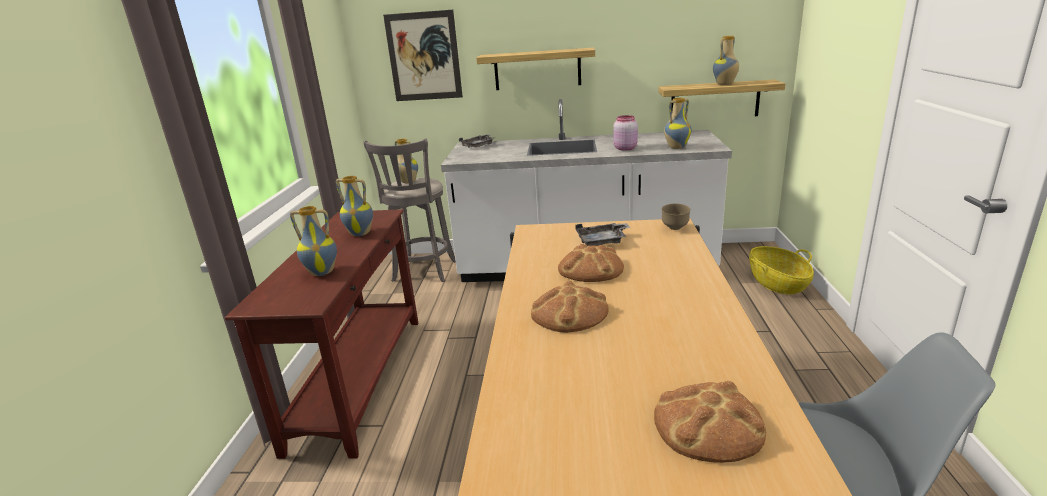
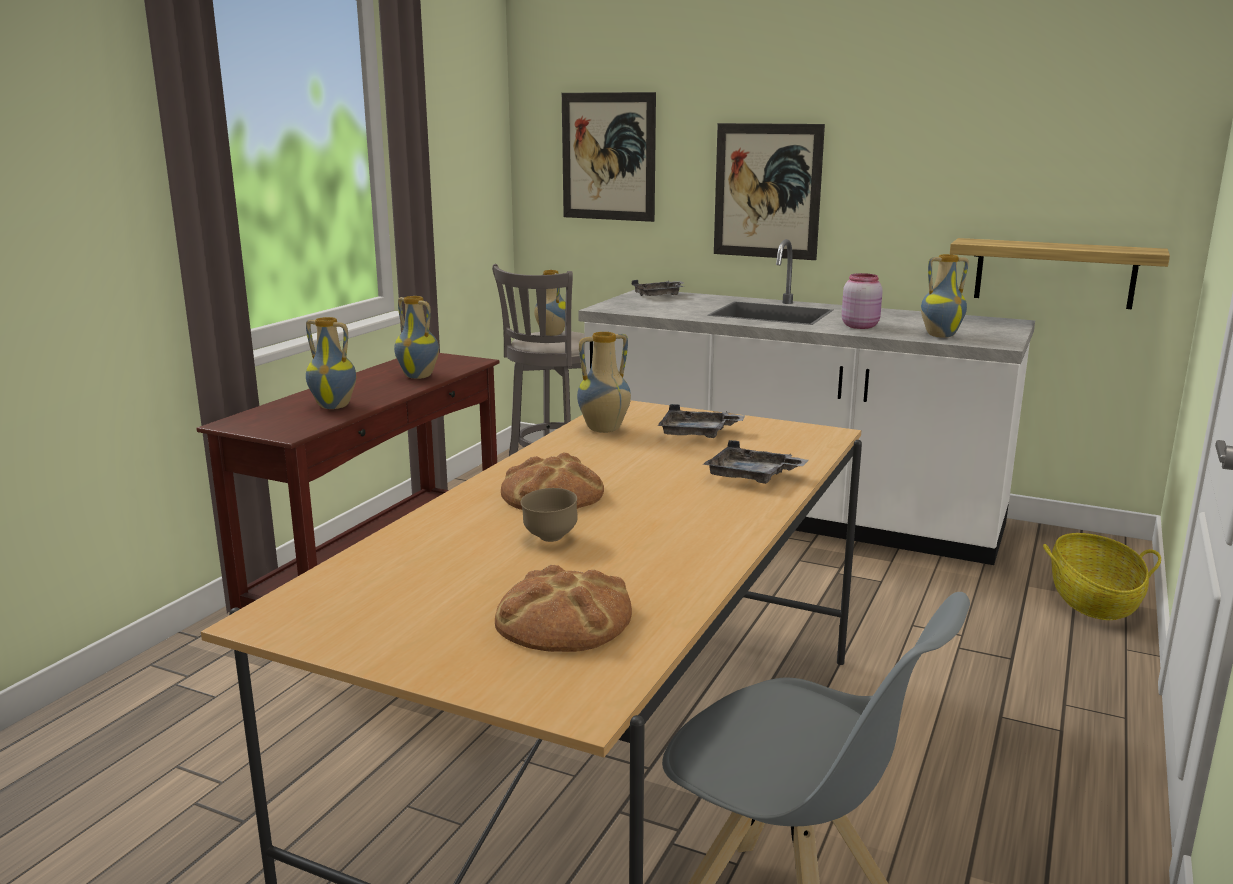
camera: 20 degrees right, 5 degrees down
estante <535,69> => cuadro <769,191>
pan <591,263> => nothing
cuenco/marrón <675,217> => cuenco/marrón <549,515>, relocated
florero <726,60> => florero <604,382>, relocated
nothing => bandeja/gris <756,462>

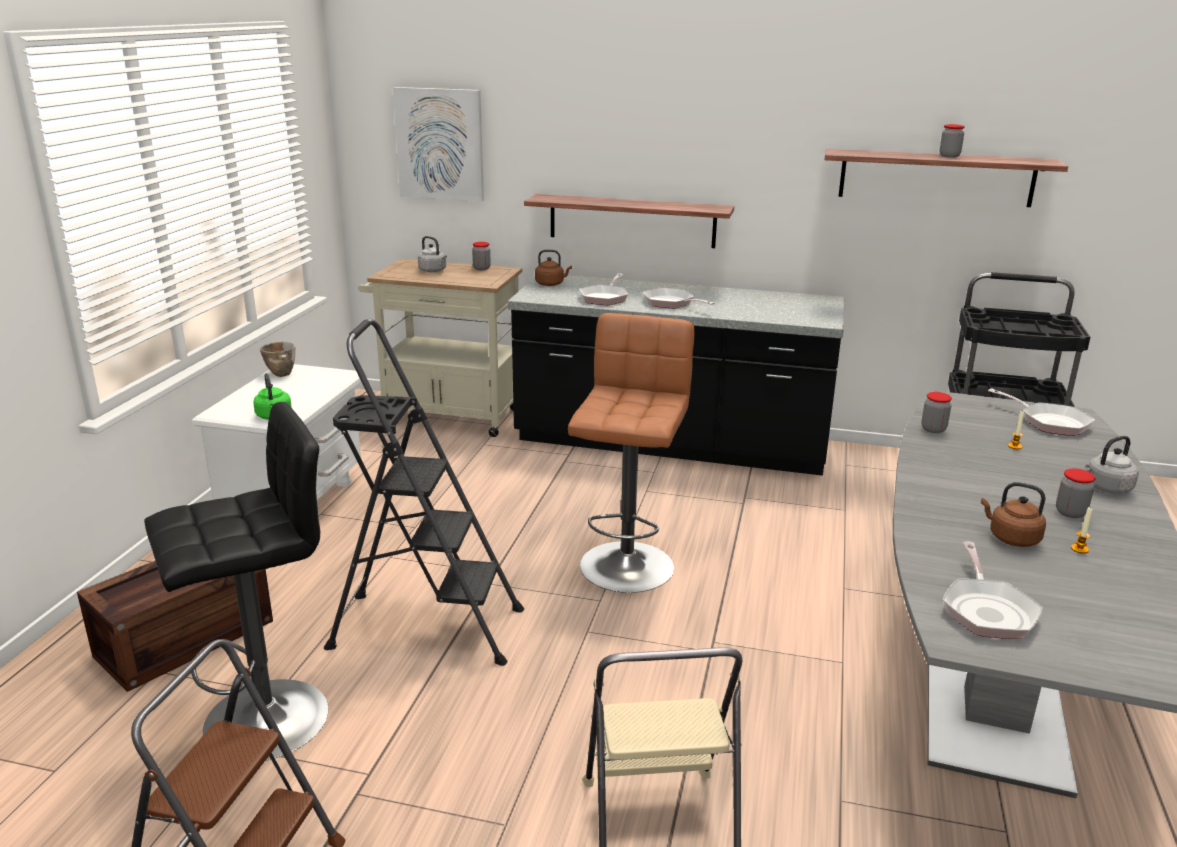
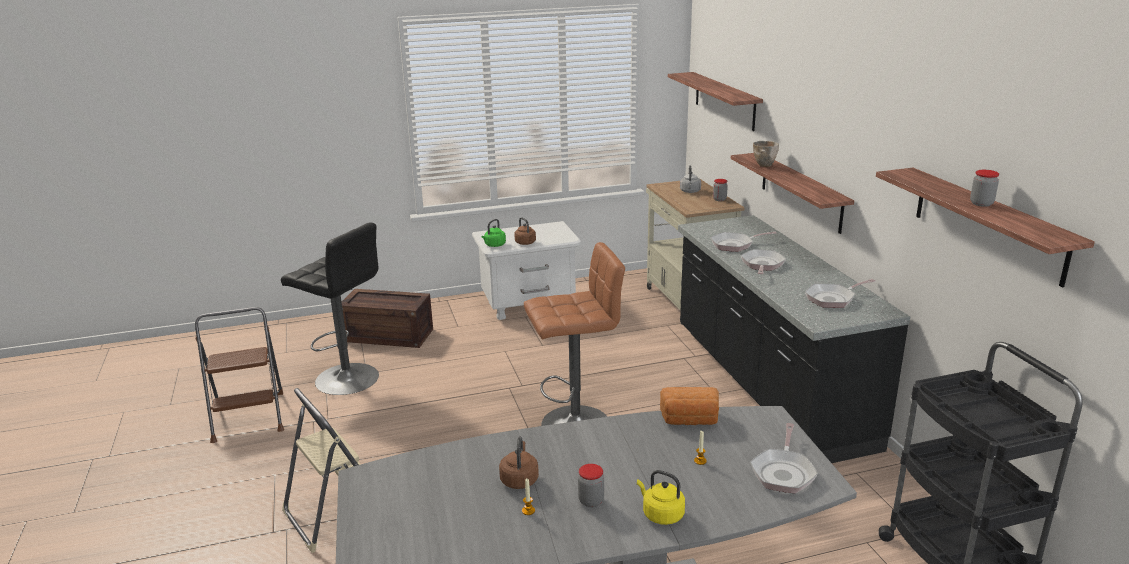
camera: 60 degrees right, 0 degrees up
cuenco <278,359> => cuenco <766,154>, relocated
escalera de tijera <424,492> => nothing
cuadro <438,144> => estante <715,101>
hervidor/marrón <553,267> => hervidor/marrón <525,231>, relocated
tarro <937,412> => pan <689,406>
sartén <992,590> => sartén <840,293>, relocated
hervidor/gris <1112,465> => hervidor/amarillo <661,497>

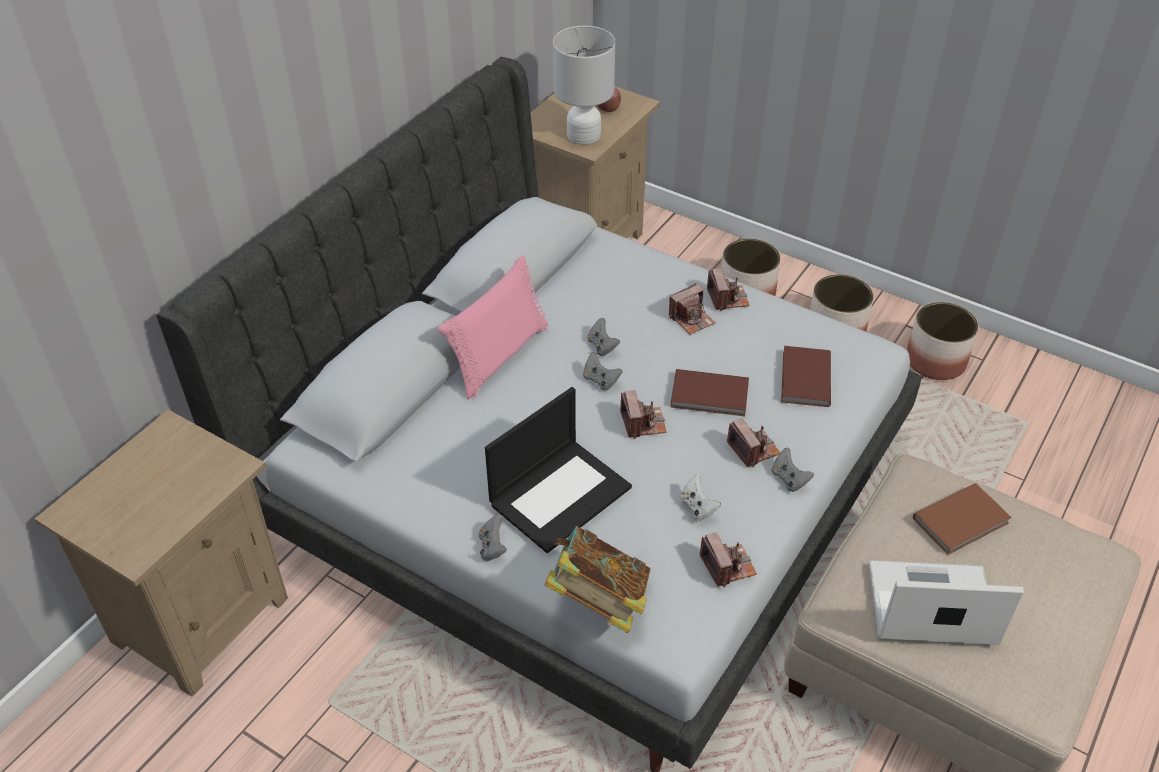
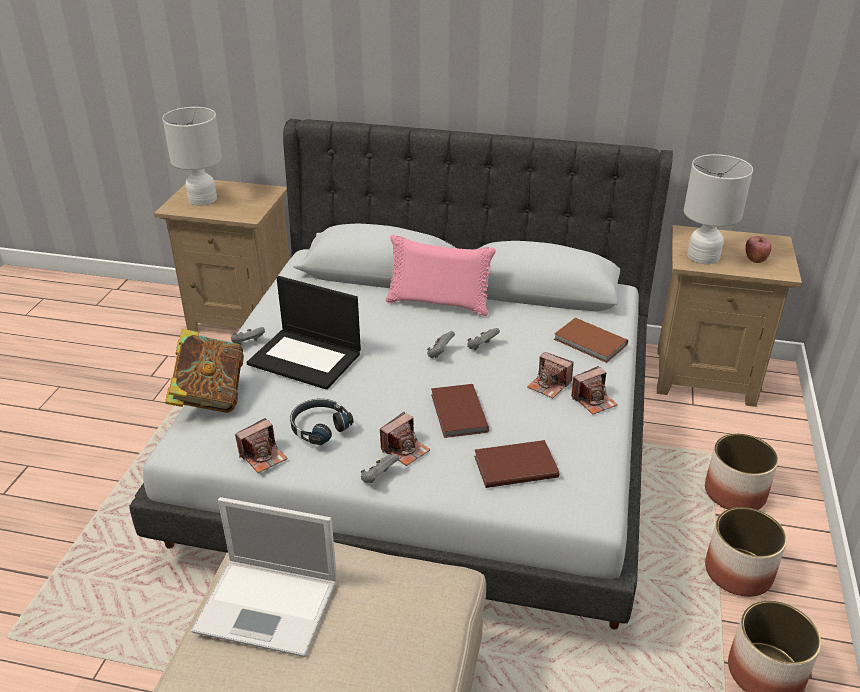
camera: 70 degrees right, 10 degrees down
cámara <643,414> => nothing
mando de consola/blanco <700,498> => auriculares/negro <322,422>
portátil <946,602> => portátil <264,577>, 120 degrees clockwise
libro/marrón <962,519> => libro/marrón <591,340>, relocated
nothing => lámpara de mesa/gris <192,156>

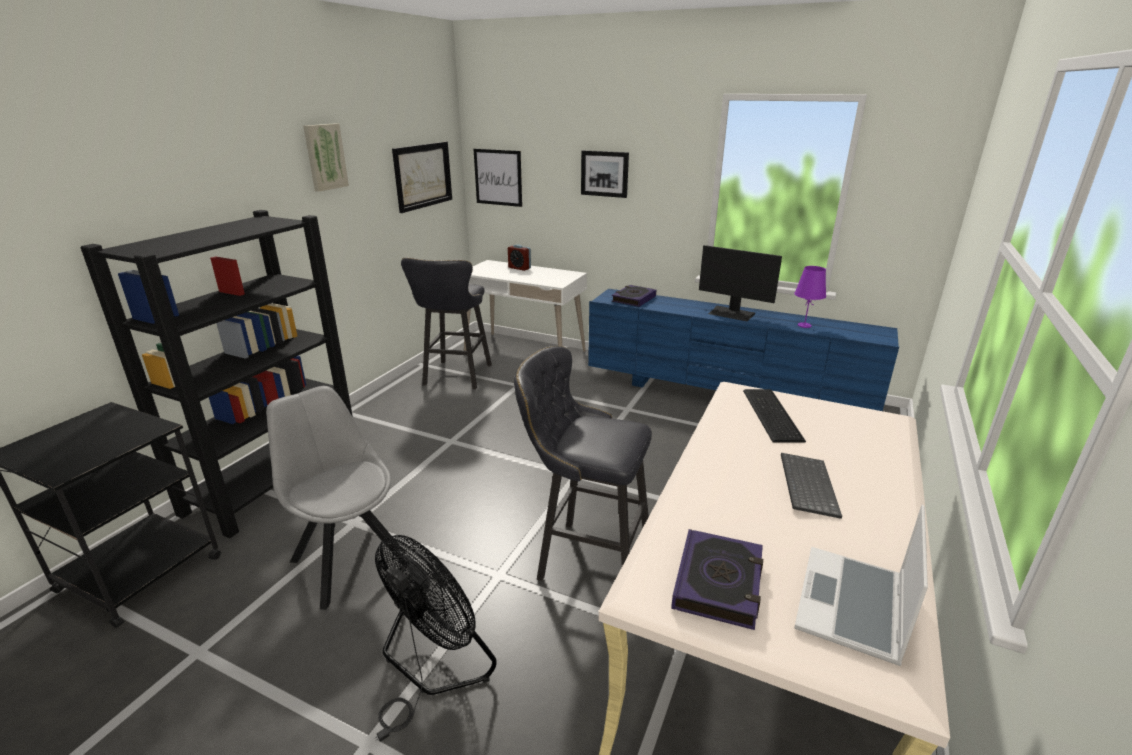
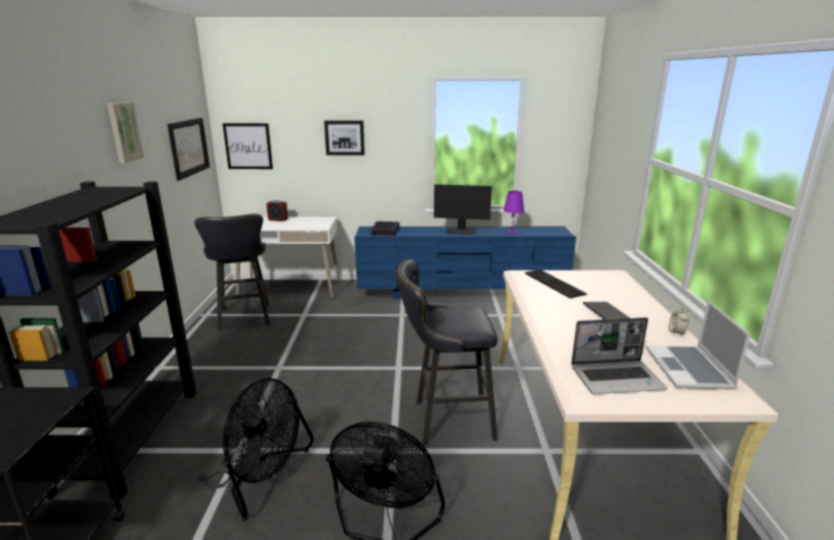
camera: 25 degrees left, 5 degrees down
silla/gris <337,498> => ventilador/negro <256,449>
libro <717,579> => portátil <619,356>
nothing => despertador <679,321>

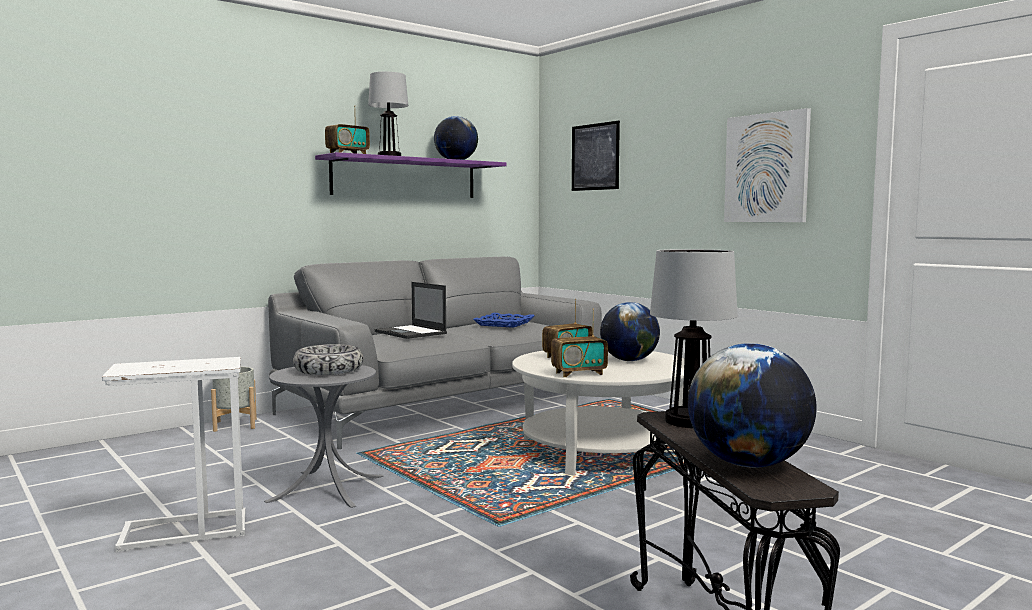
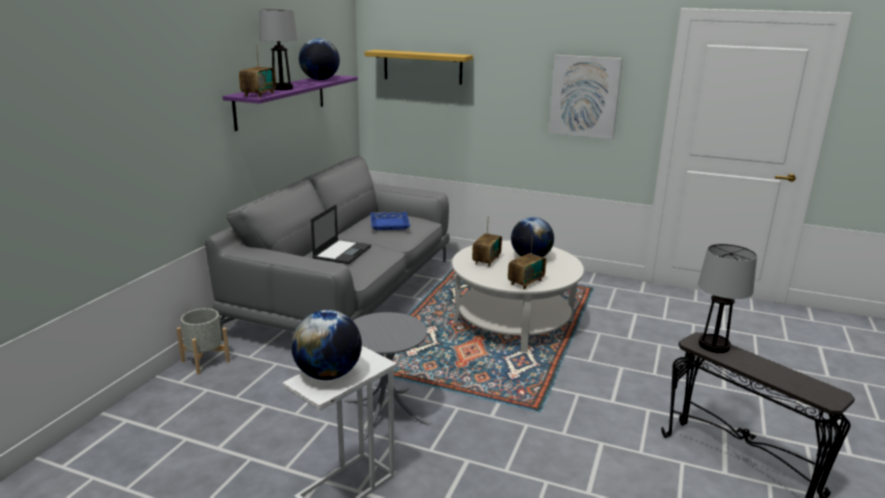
camera: 30 degrees left, 15 degrees up
cuenco <328,359> => nothing
portátil <411,310> => portátil <341,234>, 90 degrees counterclockwise
cuadro <596,156> => estante <418,67>
globo terráqueo <752,405> => globo terráqueo <326,345>, relocated

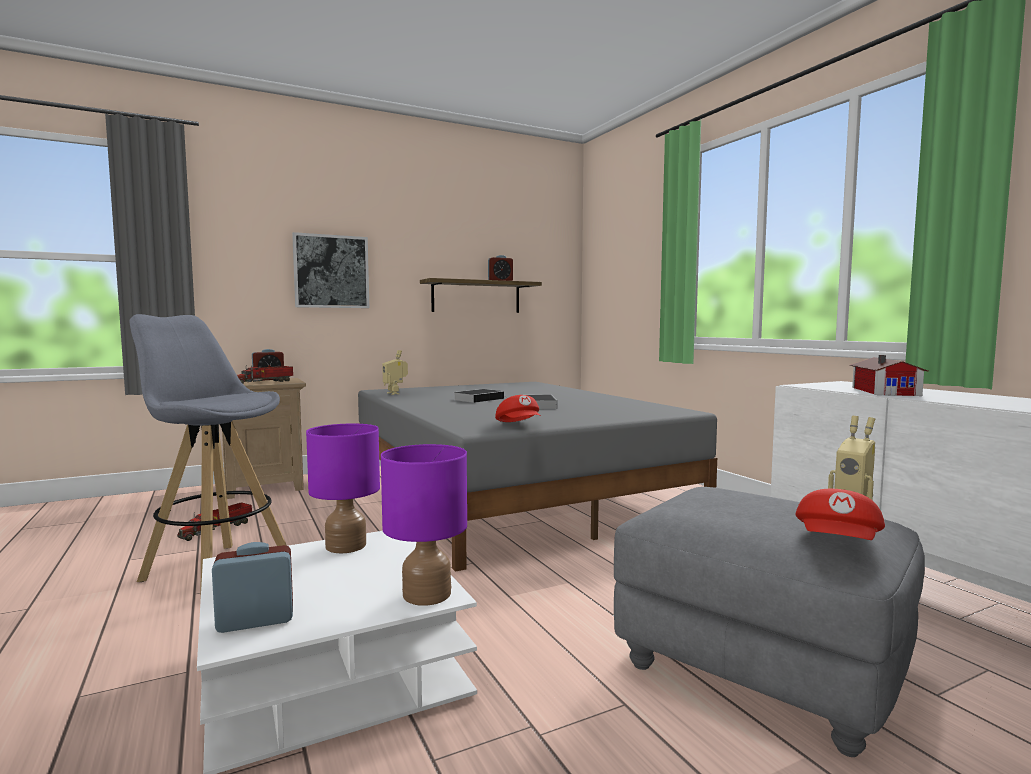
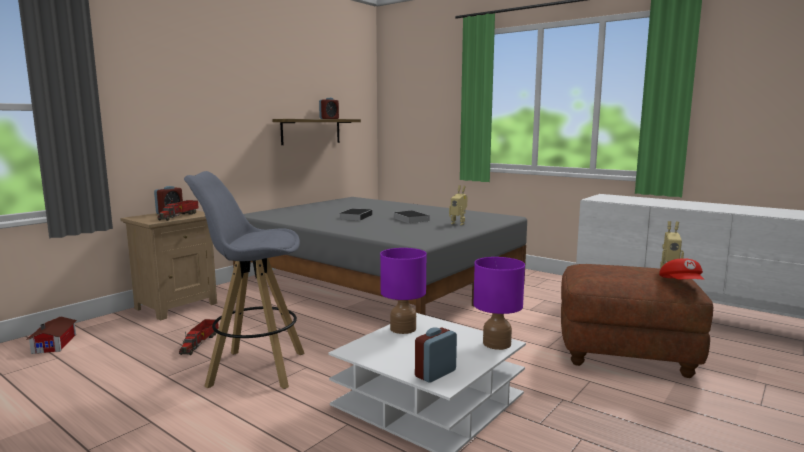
camera: 25 degrees left, 5 degrees up
cuadro <330,270> => nothing
robot de juguete <395,372> => robot de juguete <458,205>, relocated
gorra/rojo <518,408> => nothing
puf/gris <769,622> => puf/marrón <637,321>
casita <889,375> => casita <51,335>, relocated

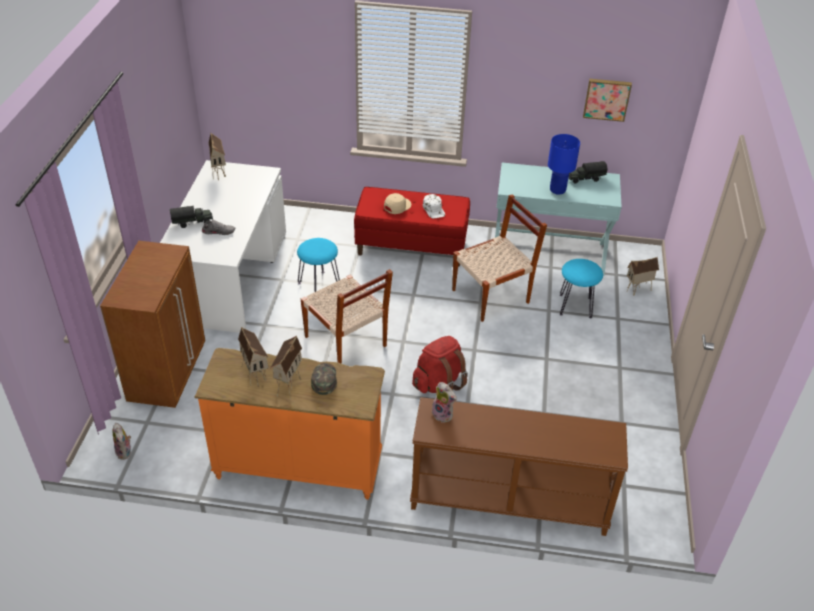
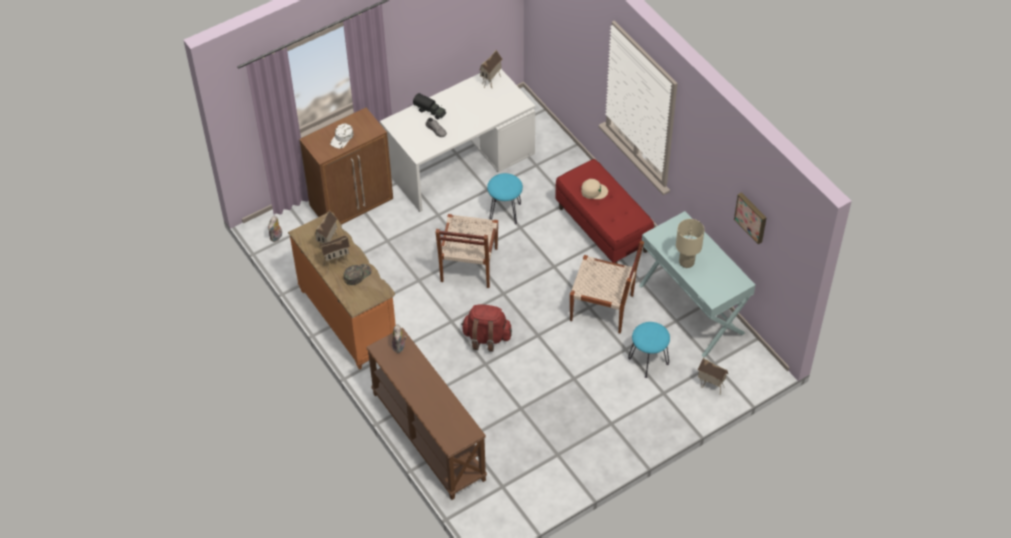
camera: 50 degrees right, 10 degrees up
gorra/blanco <434,206> => gorra/blanco <341,136>, relocated
lámpara de mesa/azul <564,164> => lámpara de mesa/beis <690,243>
camión de juguete <588,172> => nothing

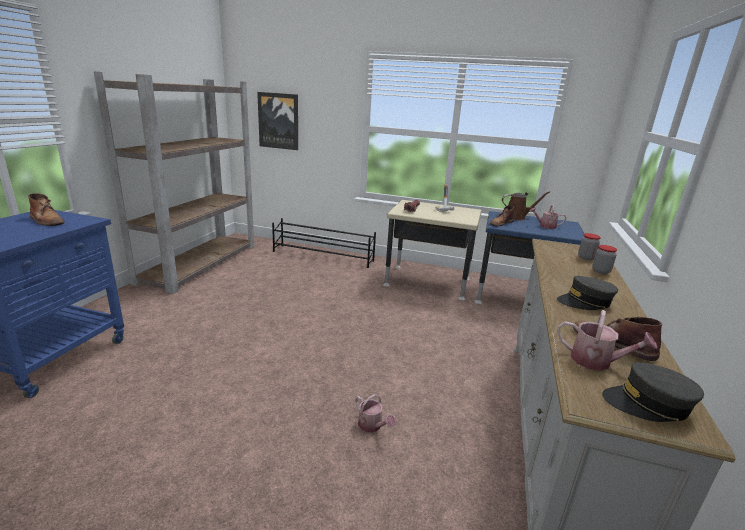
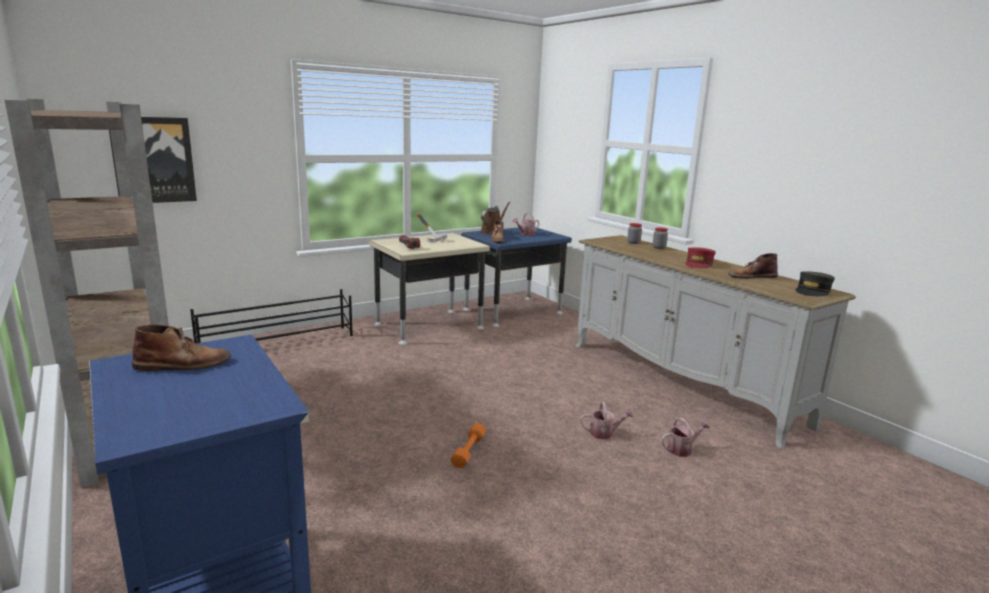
camera: 50 degrees left, 5 degrees down
gorra/gris <587,293> => gorra/rojo <700,257>
regadera <607,340> => regadera <685,437>, relocated
nothing => mancuerna/naranja <468,445>

